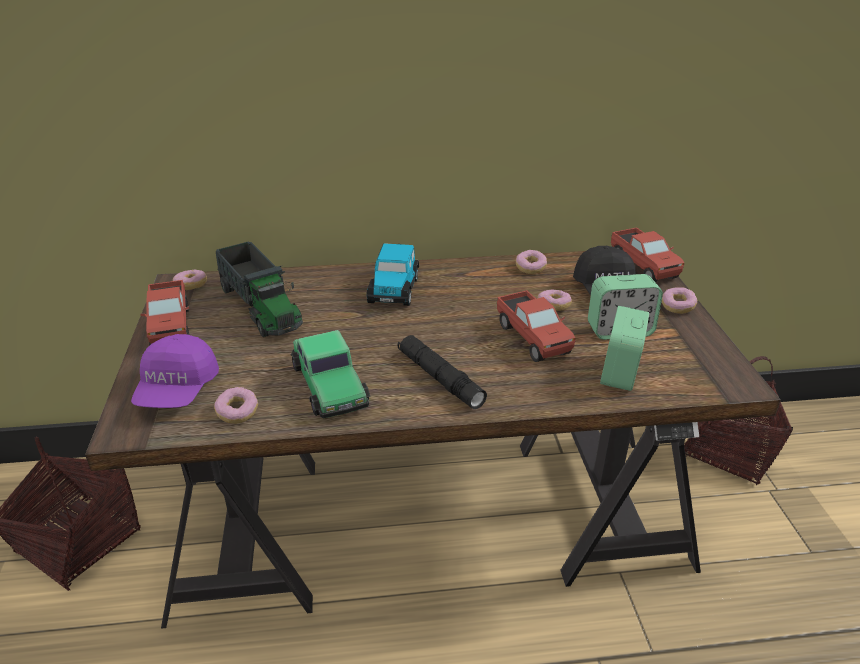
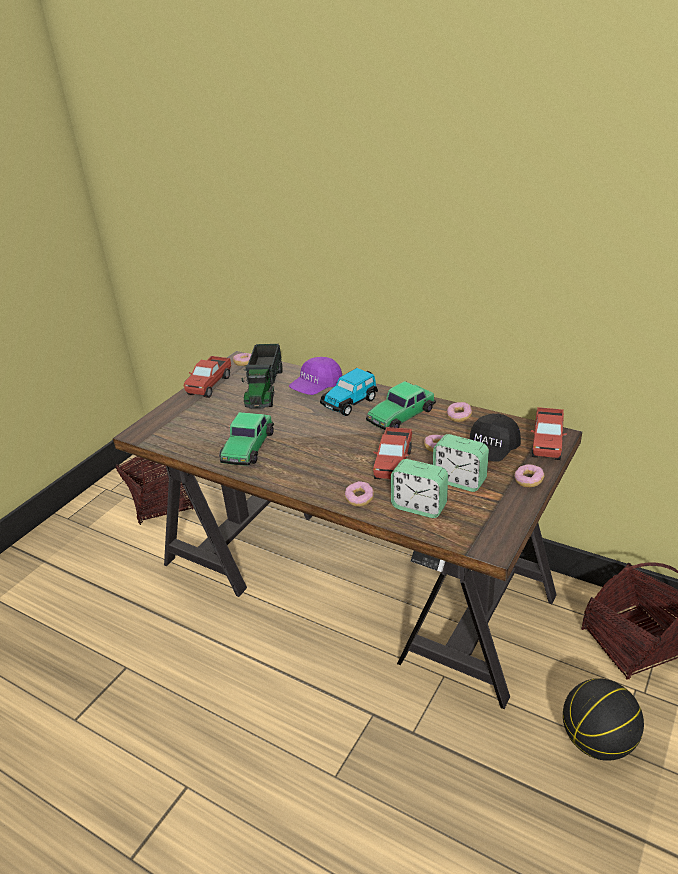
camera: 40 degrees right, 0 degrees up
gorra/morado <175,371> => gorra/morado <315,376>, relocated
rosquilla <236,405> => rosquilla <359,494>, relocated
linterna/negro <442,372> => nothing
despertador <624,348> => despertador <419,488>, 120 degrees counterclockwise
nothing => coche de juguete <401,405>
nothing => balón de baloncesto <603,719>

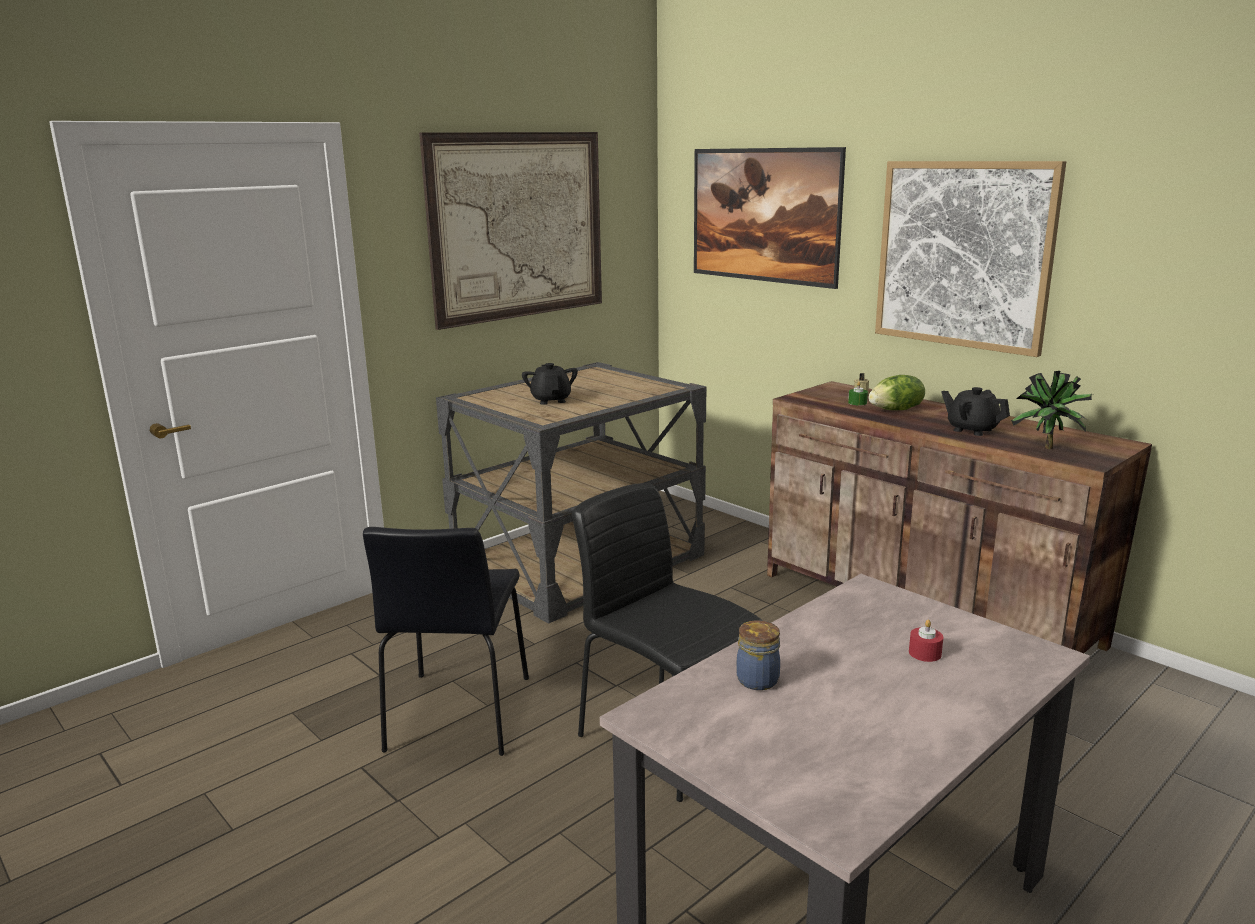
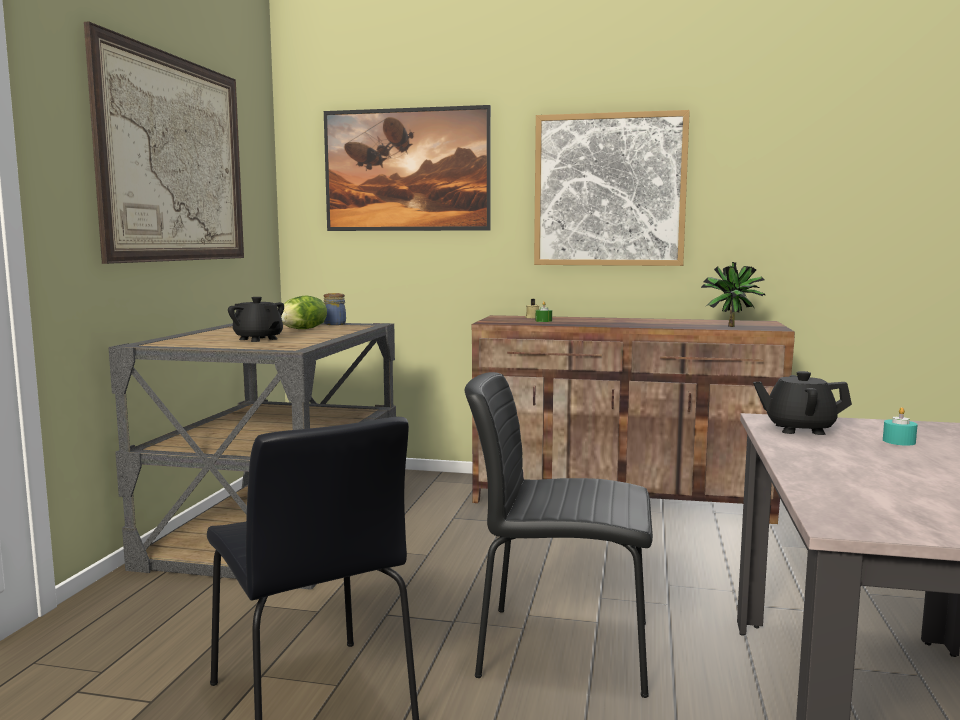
camera: 35 degrees left, 10 degrees down
tarro <758,655> => tarro <335,309>, relocated
lechuga <897,392> => lechuga <304,312>, relocated
vela/rojo <926,641> => vela/turquesa <900,426>
tetera/negro <975,411> => tetera/negro <802,403>, relocated

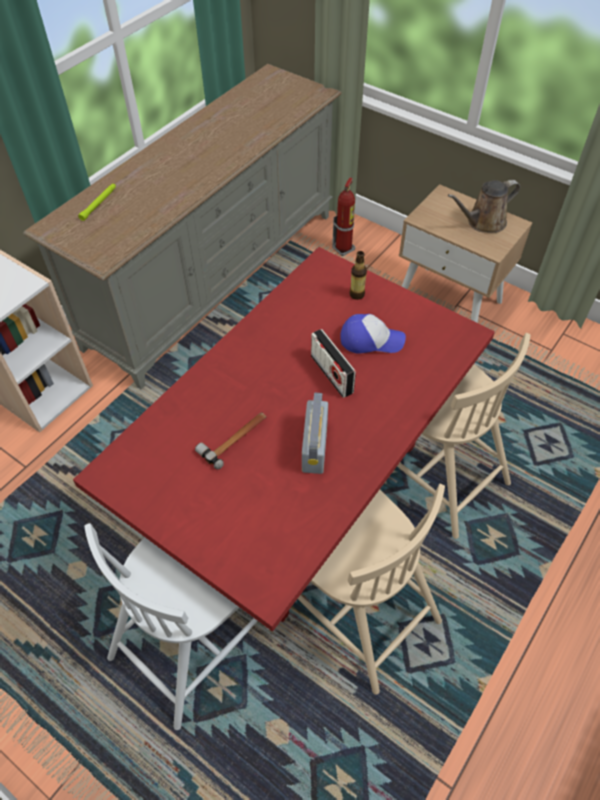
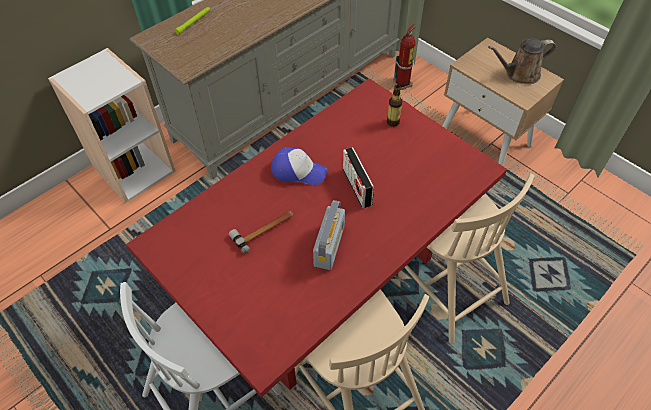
camera: 10 degrees right, 0 degrees up
gorra <373,334> => gorra <299,166>, relocated

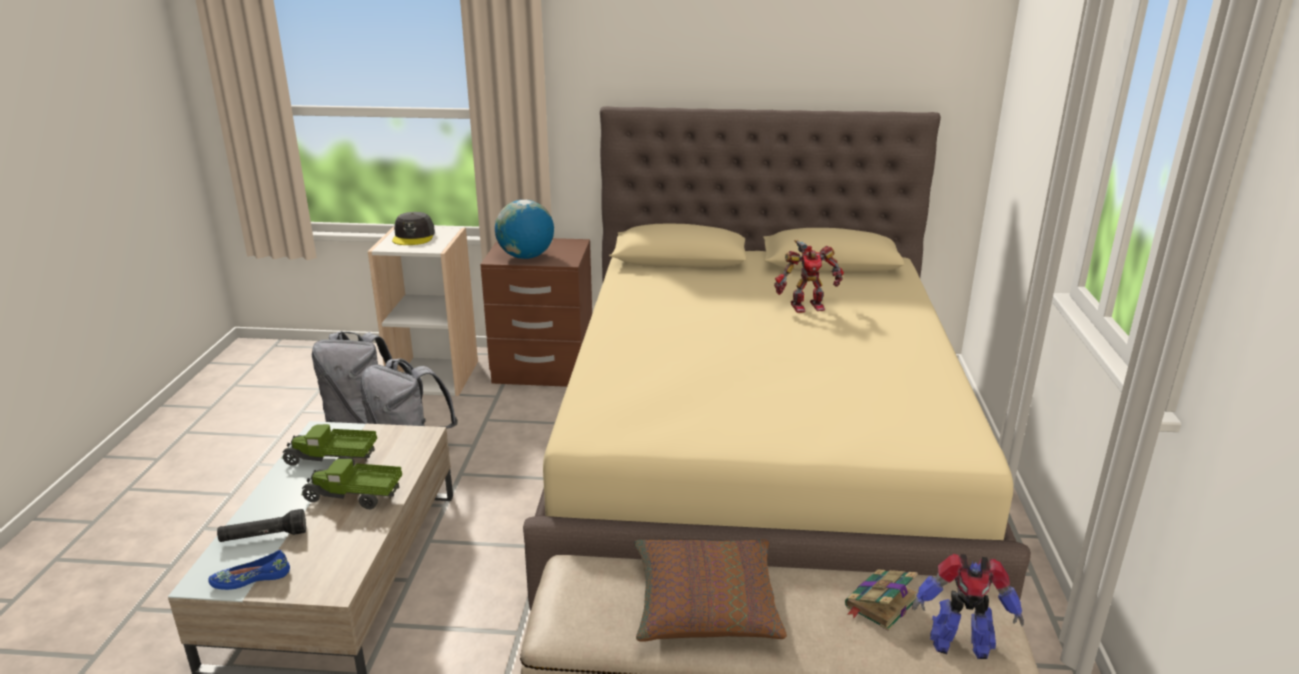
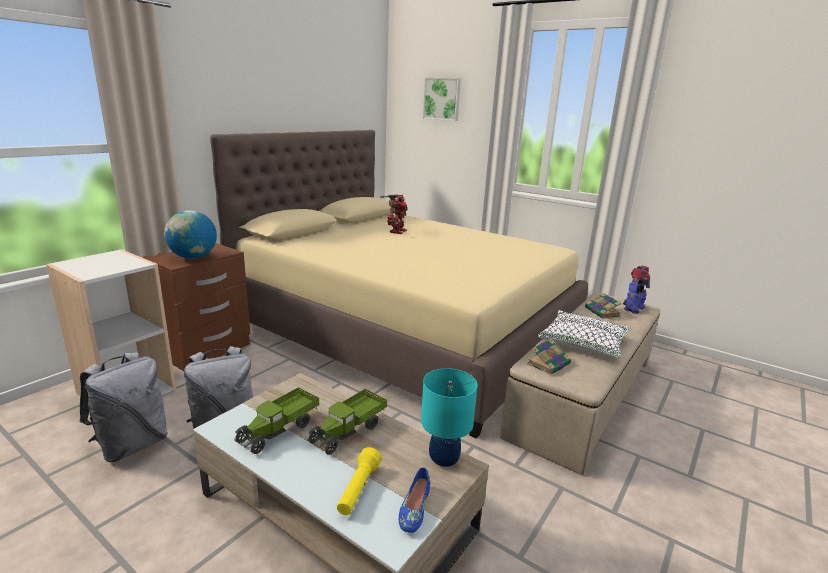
camera: 60 degrees left, 5 degrees down
linterna/negro <261,525> => linterna/amarillo <359,481>
gorra/gris <413,228> => nothing
cojín/marrón <710,590> => cojín/blanco <585,334>
nothing => lámpara de mesa/turquesa <449,417>
nothing => cuadro <442,99>
nothing => libro <549,356>

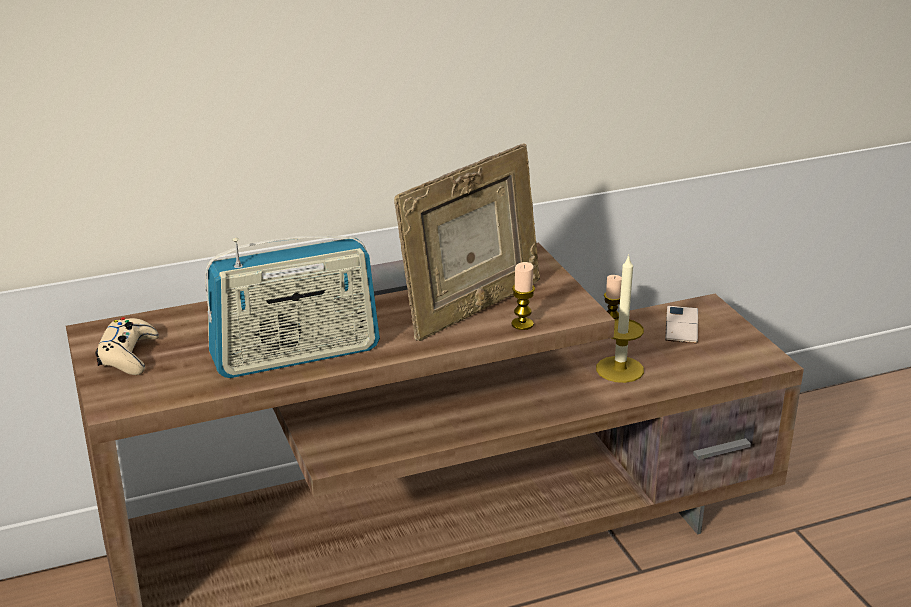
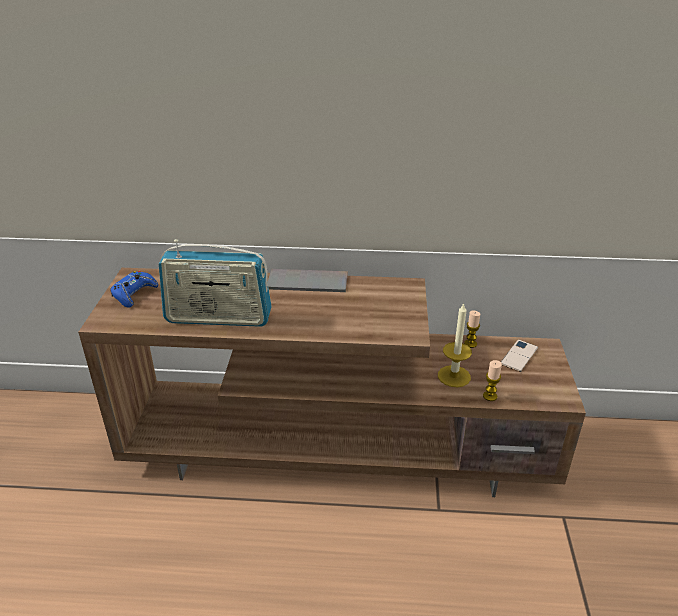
camera: 25 degrees right, 5 degrees up
mando de consola/beis <127,346> => mando de consola/azul <134,289>
portarretratos <467,242> => nothing
vela <523,296> => vela <492,380>, relocated

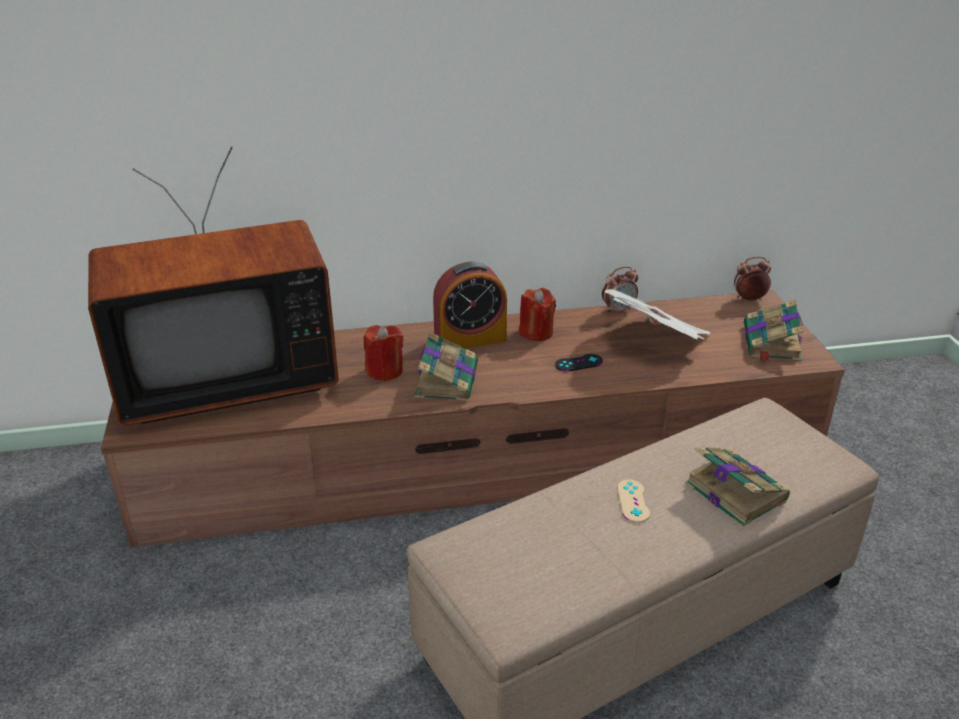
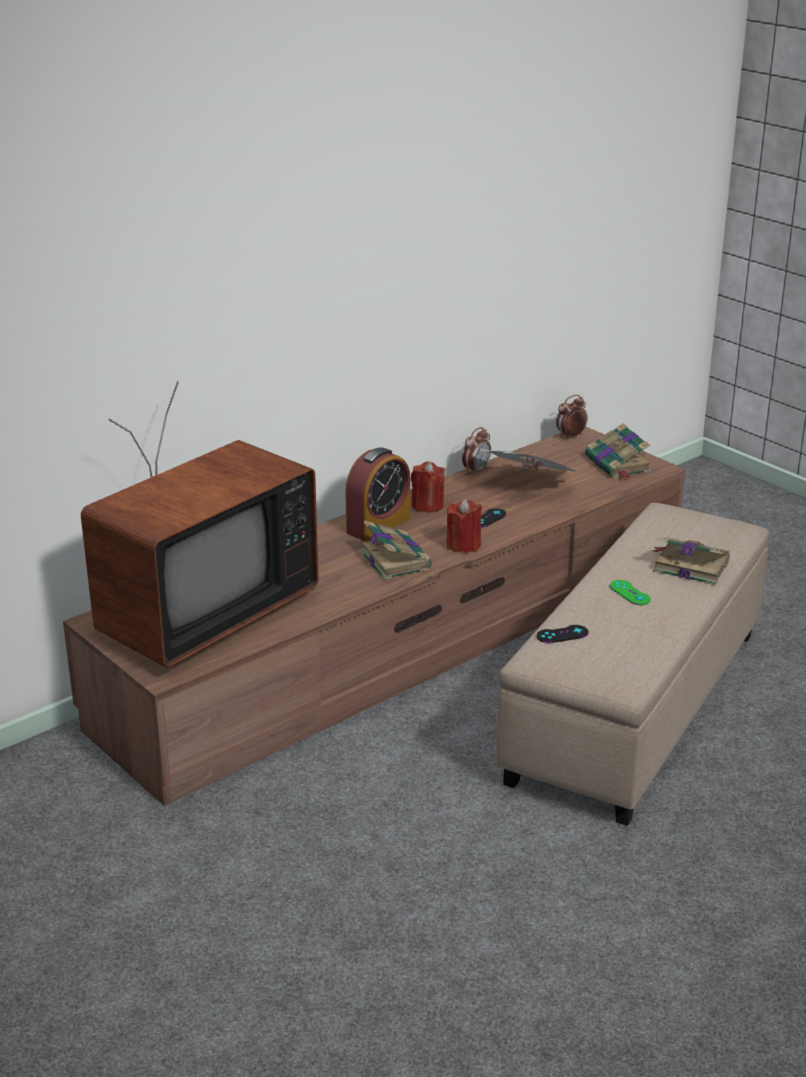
camera: 30 degrees left, 5 degrees down
vela/rojo <383,353> => vela/rojo <464,526>, relocated
mando de consola/beis <633,501> => mando de consola/verde <630,592>
nothing => mando de consola/negro <562,634>

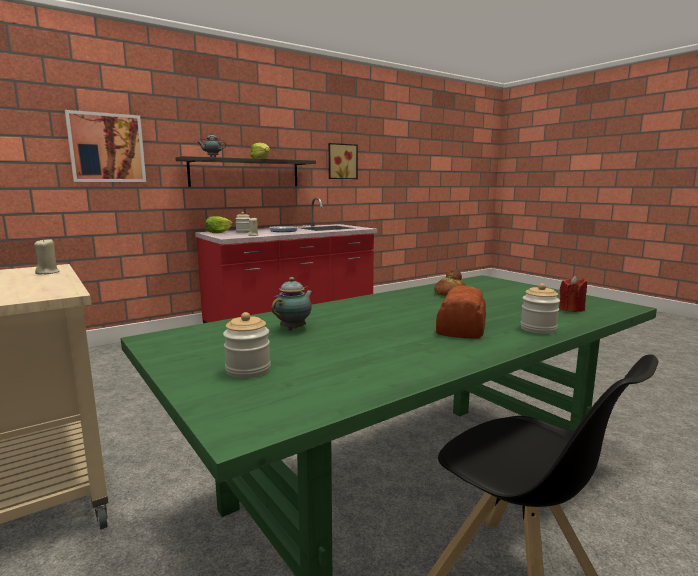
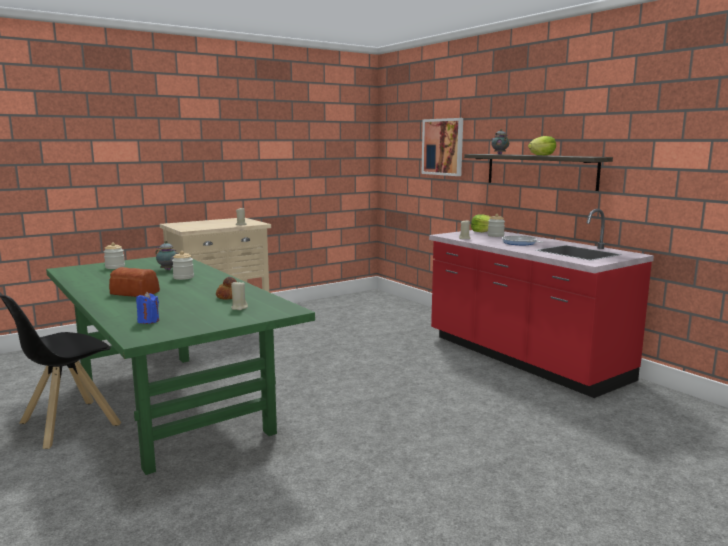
camera: 90 degrees right, 0 degrees up
cuadro <343,161> => nothing
tarro <540,308> => tarro <183,265>, relocated
vela/rojo <573,294> => vela/azul <147,308>
nothing => vela/beis <239,295>

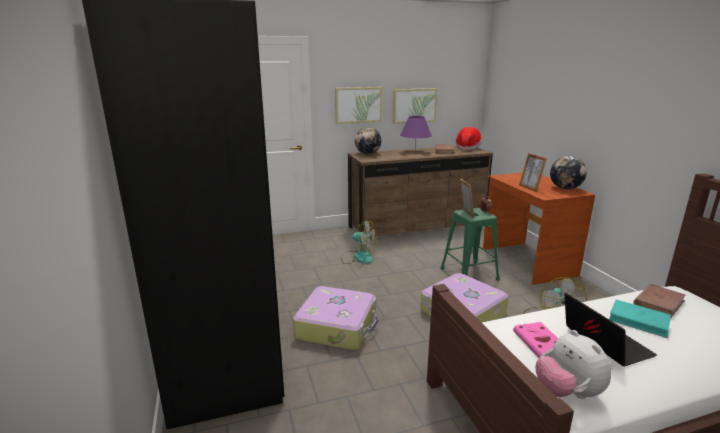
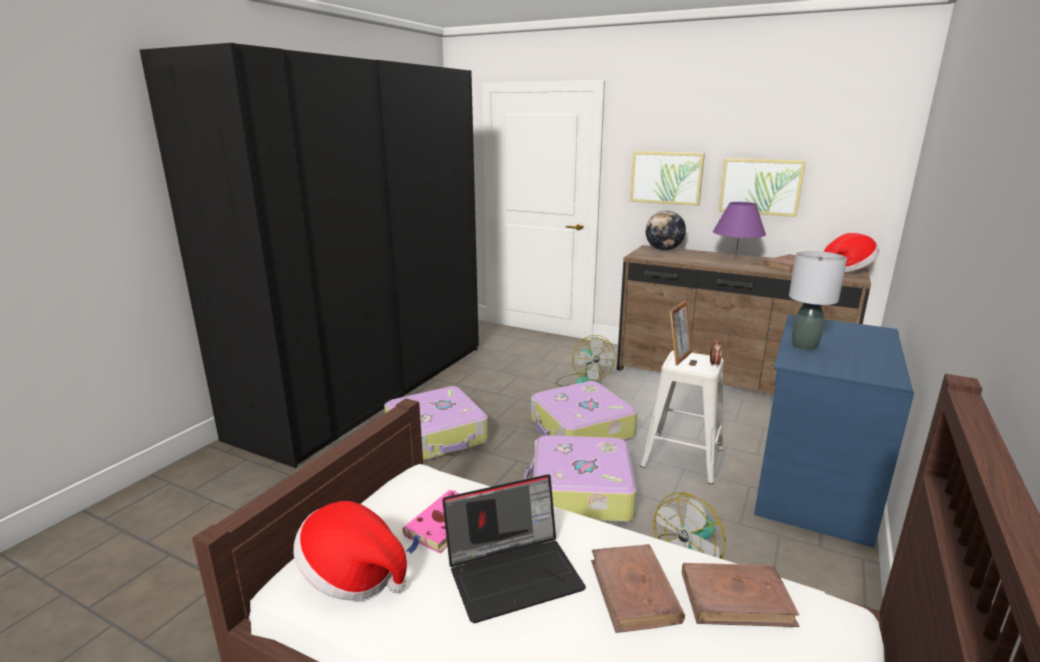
camera: 45 degrees right, 0 degrees up
taburete/verde <470,244> => taburete/blanco <682,417>
escritorio/marrón <539,229> => escritorio/azul <834,431>
portarretratos <533,172> => lámpara de mesa/gris <818,300>
peluche <573,364> => sombrero <350,550>
globo terráqueo <568,172> => nothing
portátil <610,329> => portátil <514,548>, 45 degrees clockwise
libro/turquesa <640,318> => libro/marrón <638,588>
nothing => maleta <584,410>

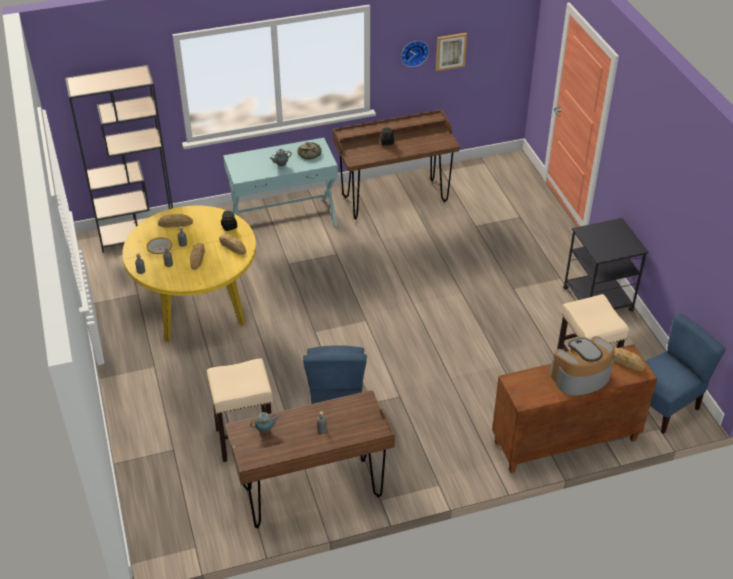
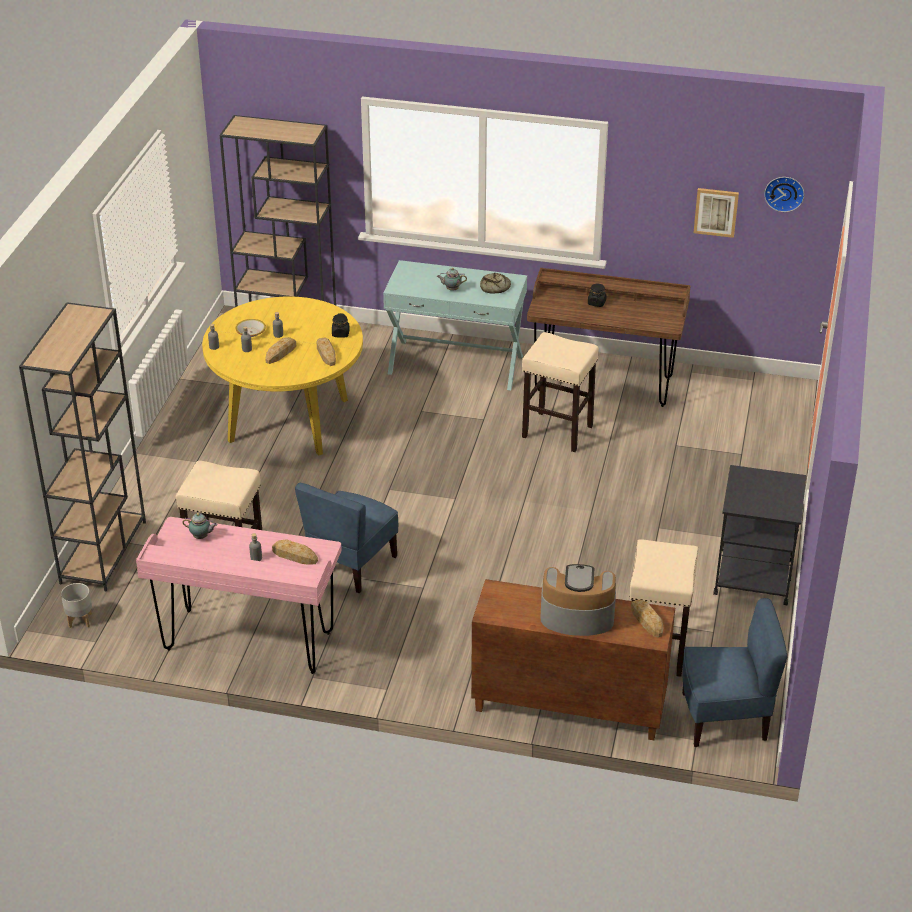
camera: 30 degrees right, 5 degrees down
pan <175,221> => pan <295,552>, relocated
escritorio/marrón <310,459> => escritorio/rosa <239,595>
reloj de pared <415,54> => reloj de pared <784,194>, relocated
nothing => estantería <82,447>
nothing => maceta/gris <76,605>
nothing => taburete/beis <560,392>

